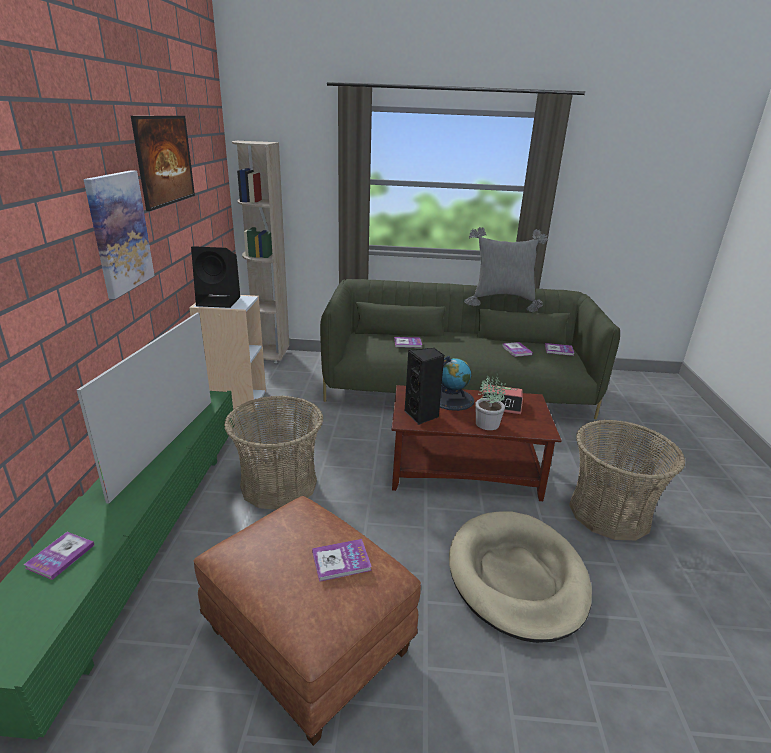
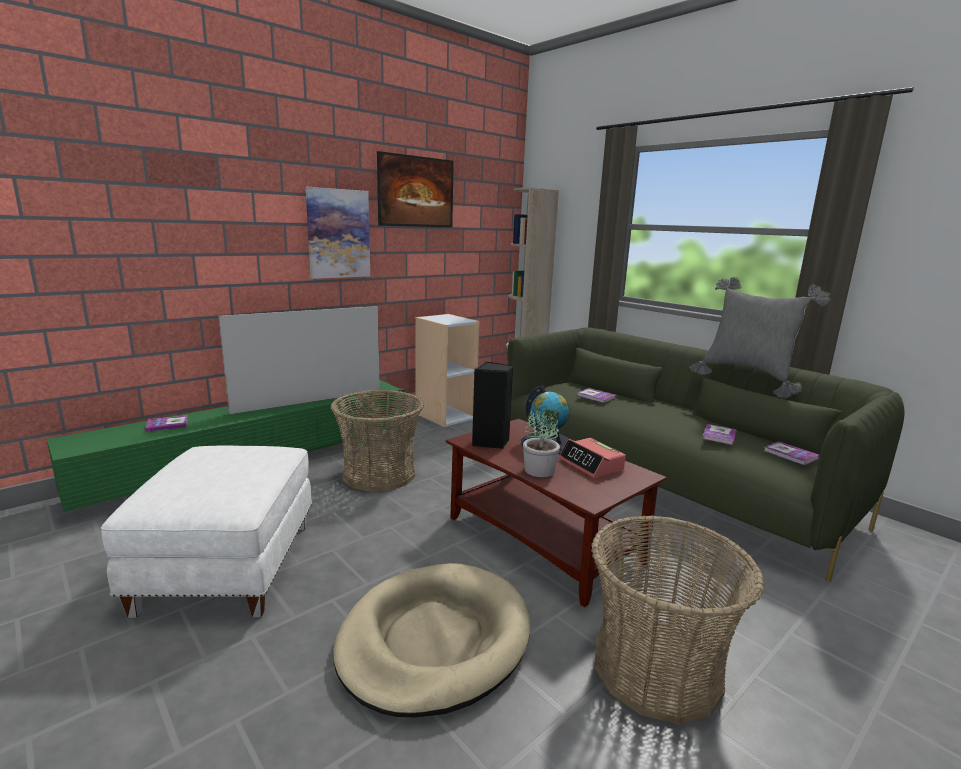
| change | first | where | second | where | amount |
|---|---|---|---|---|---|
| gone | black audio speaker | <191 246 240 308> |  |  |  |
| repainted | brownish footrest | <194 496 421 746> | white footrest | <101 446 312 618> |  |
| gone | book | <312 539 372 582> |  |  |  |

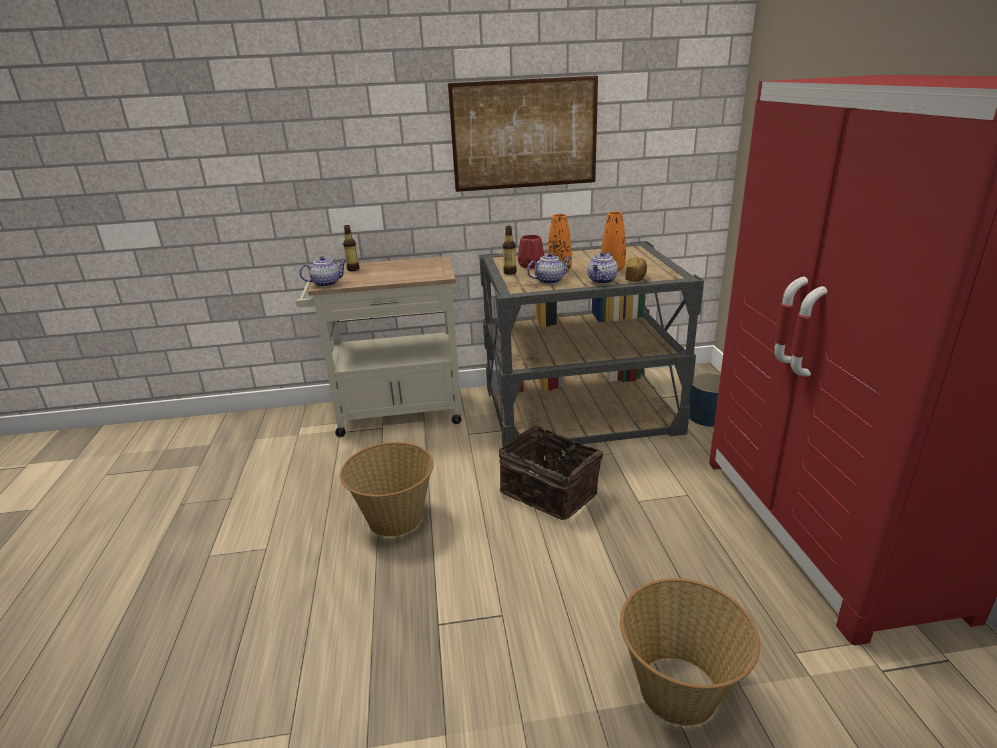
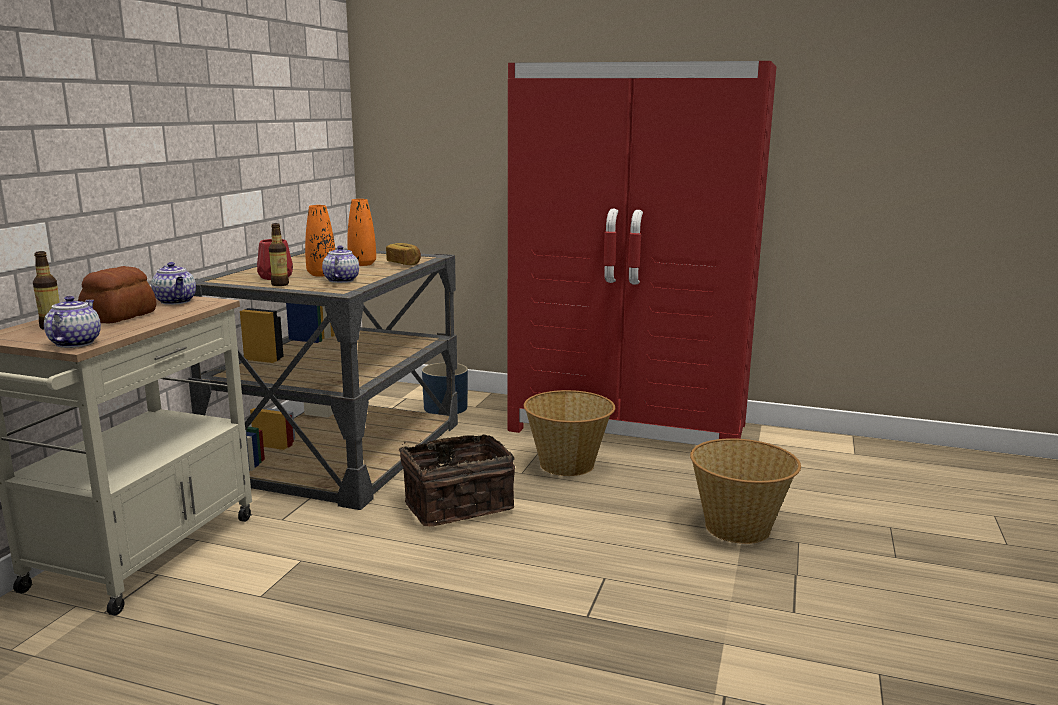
| change | first | where | second | where | amount |
|---|---|---|---|---|---|
| gone | wall picture | <448 76 598 192> |  |  |  |
| shifted | pot for tea | <587 252 618 284> |  | <151 262 196 305> |  |
| shifted | storage basket | <340 442 434 537> |  | <524 390 615 476> |  |
| new |  |  | bread | <78 266 156 323> |  |

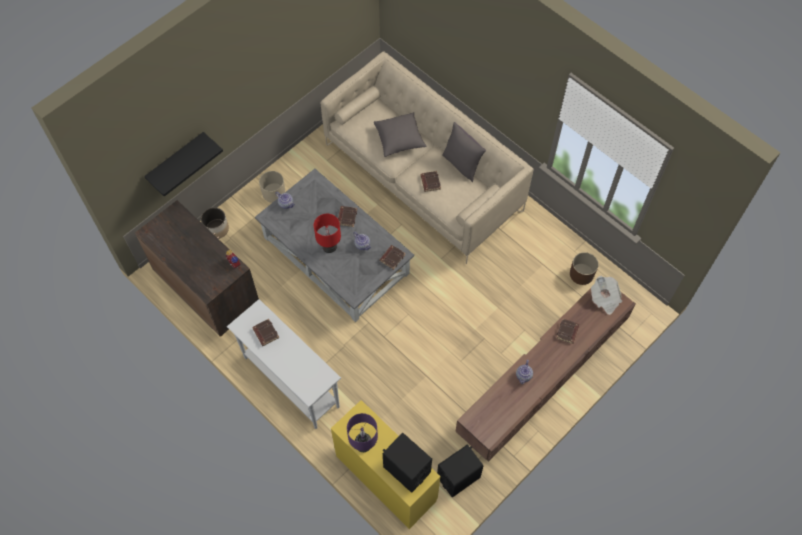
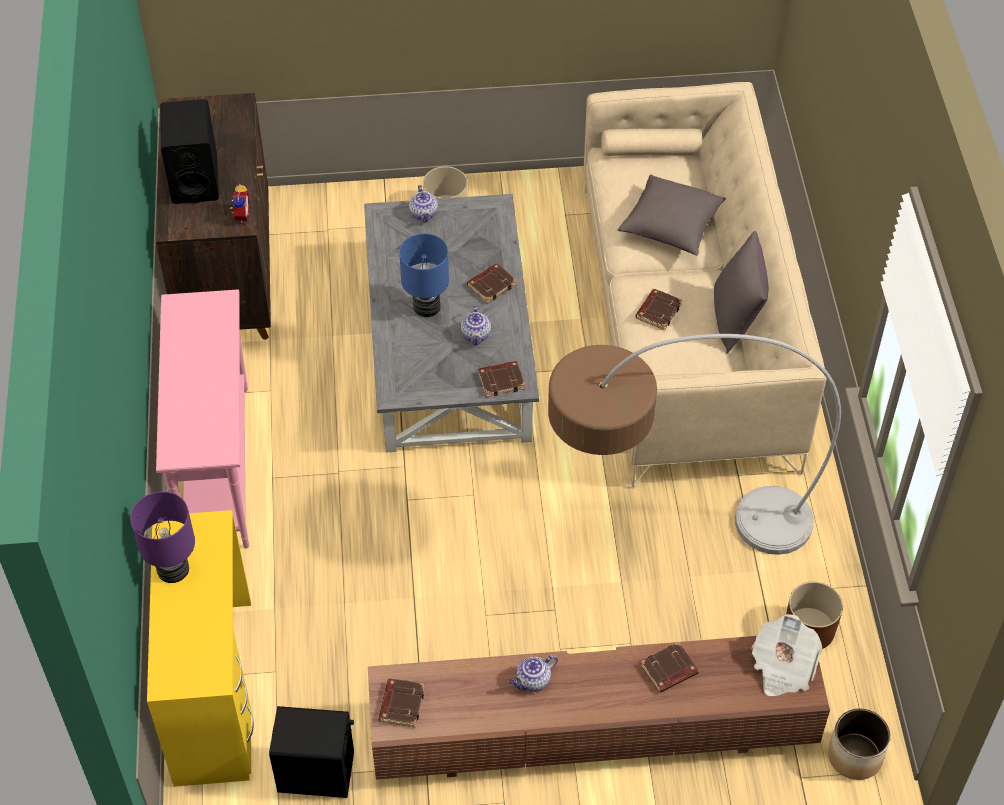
| change | first | where | second | where | amount |
|---|---|---|---|---|---|
| gone | black bracket shelf | <144 132 223 197> |  |  |  |
| shifted | flower pot | <201 208 229 239> |  | <828 709 891 780> |  |
| repainted | red tabletop lamp | <314 214 341 253> | bluish tabletop lamp | <399 233 449 317> |  |
| repainted | white console table | <227 299 341 429> | pink console table | <156 290 249 549> |  |
| shifted | brownish book | <252 319 279 346> |  | <378 679 425 727> |  |
| shifted | black audio speaker | <383 433 432 493> |  | <160 99 219 204> |  |
| new |  |  | floor lamp | <548 334 841 555> |  |

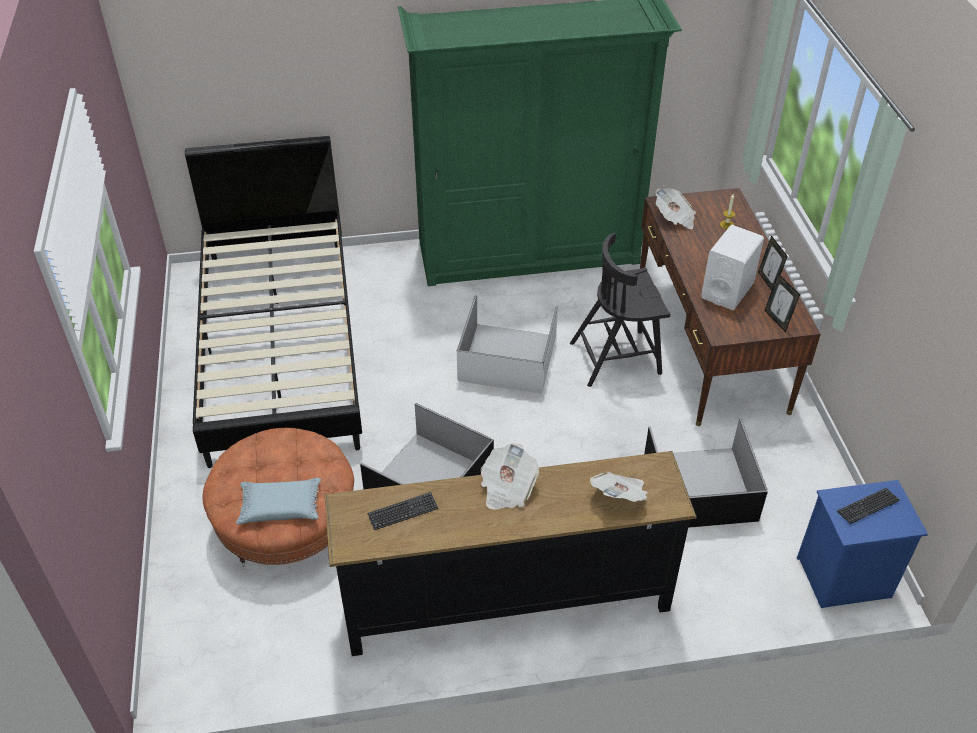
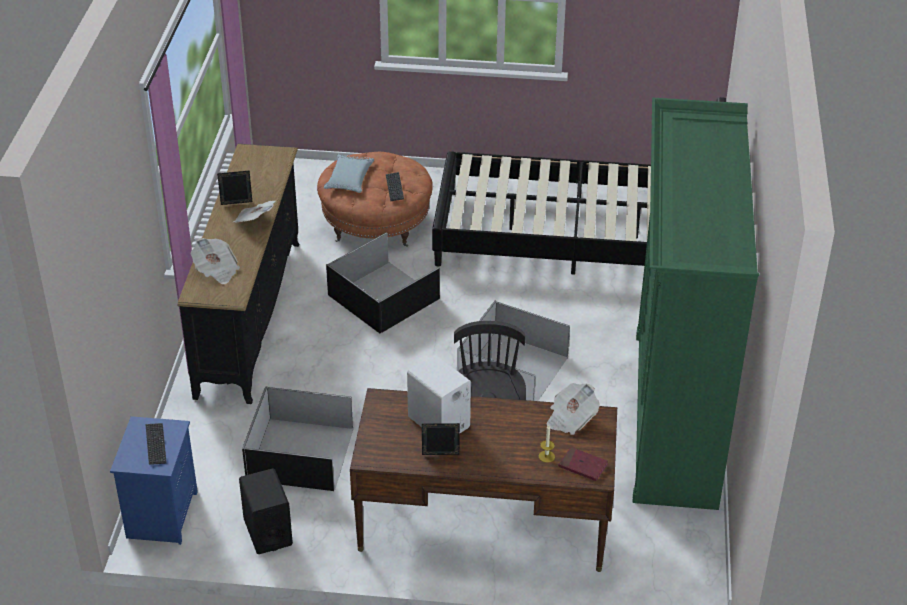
| change | first | where | second | where | amount |
|---|---|---|---|---|---|
| shifted | photo frame | <764 273 800 332> |  | <217 170 252 205> |  |
| shifted | keyboard | <367 492 438 530> |  | <386 172 404 201> |  |
| new |  |  | red book | <559 447 608 481> |  |
| new |  |  | black audio speaker | <239 468 293 554> |  |

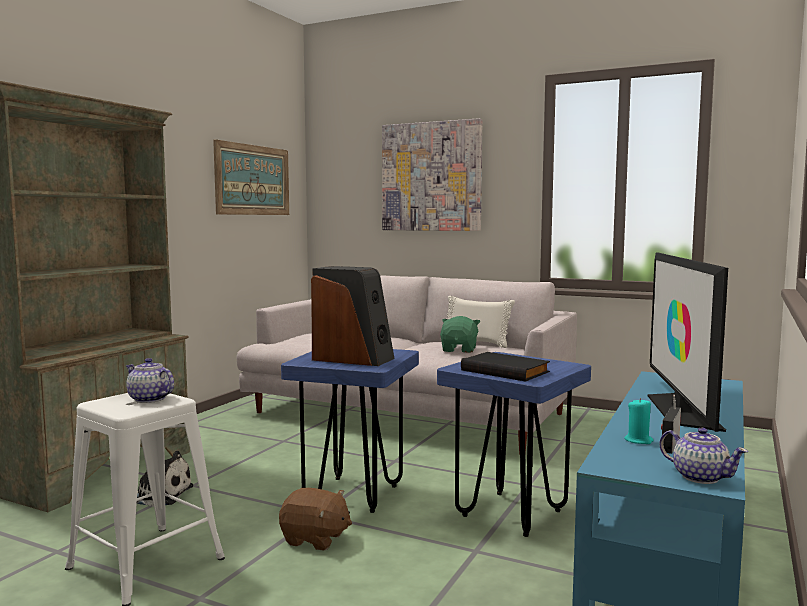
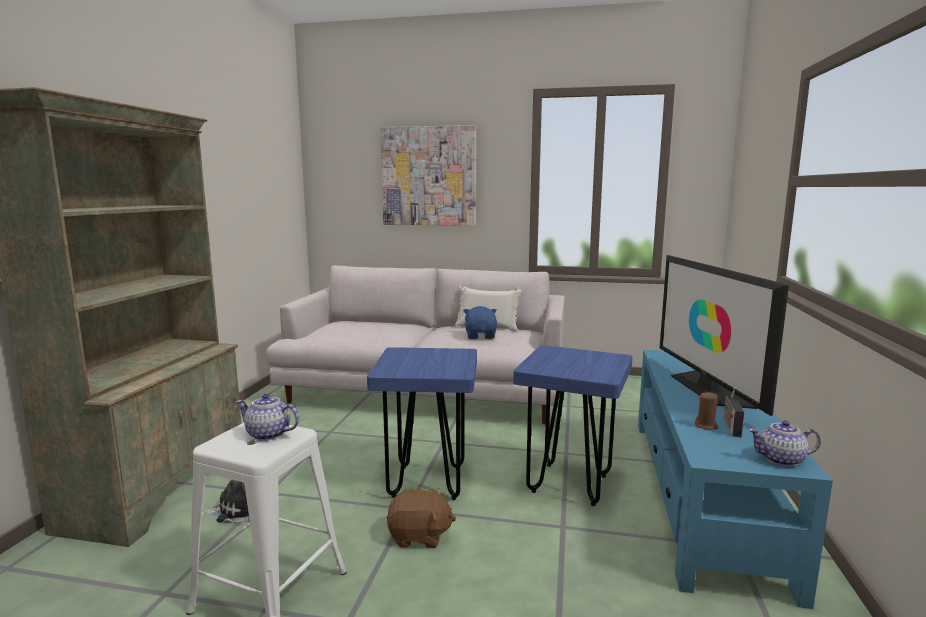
| change | first | where | second | where | amount |
|---|---|---|---|---|---|
| gone | wall picture | <213 139 289 215> |  |  |  |
| gone | audio speaker | <311 266 395 366> |  |  |  |
| repainted | green-coloured cuddly toy | <440 316 481 353> | bluish cuddly toy | <463 306 497 339> |  |
| gone | black book | <461 352 550 382> |  |  |  |
| repainted | turquoise candle | <624 398 654 444> | brownish candle | <695 392 718 430> |  |
| rotated | pot for tea | <659 427 748 484> |  | <749 420 821 467> | 150 degrees clockwise |

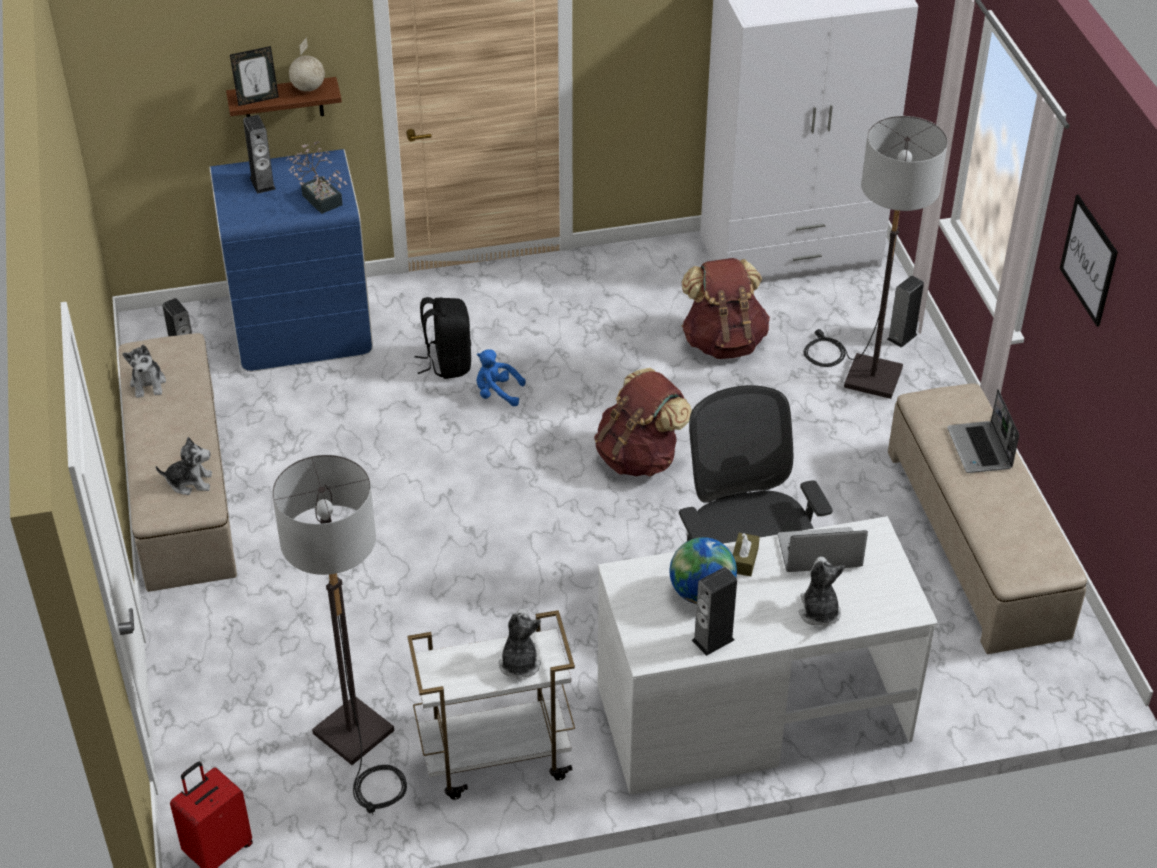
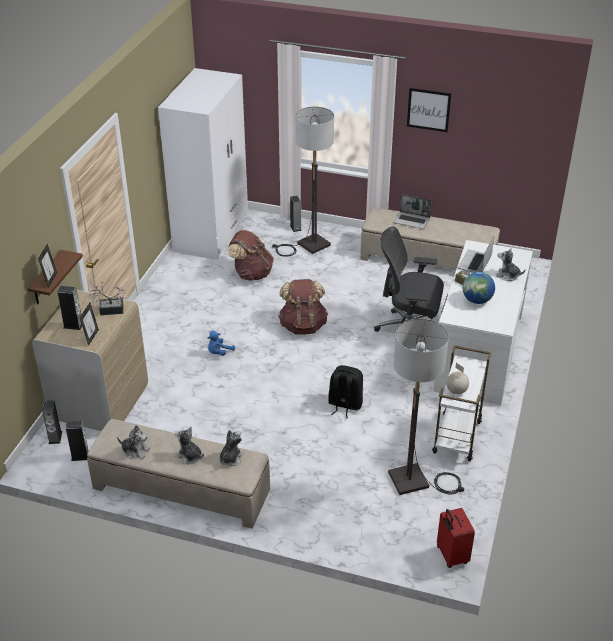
| change | first | where | second | where | amount |
|---|---|---|---|---|---|
| shifted | desk globe | <289 37 325 92> |  | <446 363 469 394> |  |
| repainted | bluish dresser | <209 149 373 372> | beige dresser | <32 290 148 431> |  |
| shifted | black knapsack | <415 297 471 379> |  | <328 365 363 418> |  |
| shifted | audio speaker | <692 567 737 656> |  | <42 400 62 444> |  |
| shifted | cuddly toy | <498 608 541 679> |  | <175 426 204 464> |  |
| new |  |  | photo frame | <80 303 99 346> |  |

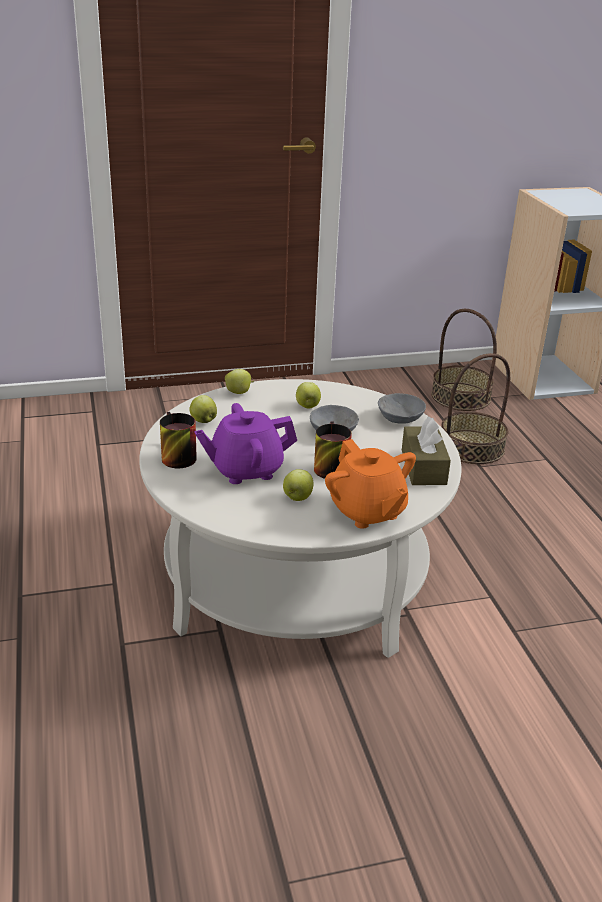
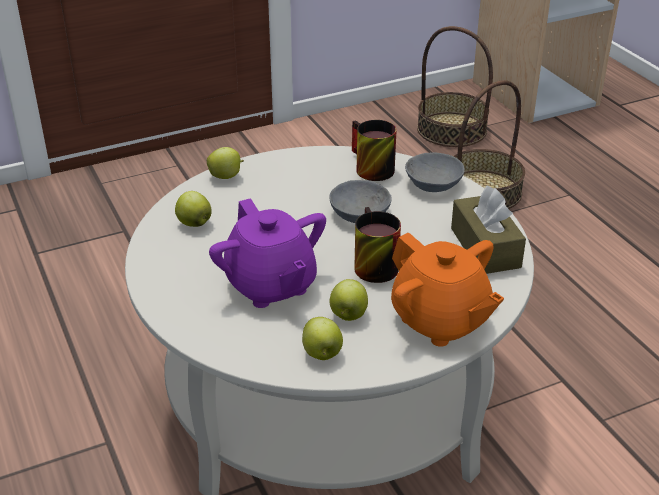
| change | first | where | second | where | amount |
|---|---|---|---|---|---|
| shifted | whole apple | <296 382 321 408> |  | <302 317 343 360> |  |
| rotated | purplish pot for tea | <194 403 297 484> |  | <209 198 326 308> | 90 degrees counterclockwise |
| shifted | tea mug | <160 412 197 469> |  | <352 120 397 181> |  |

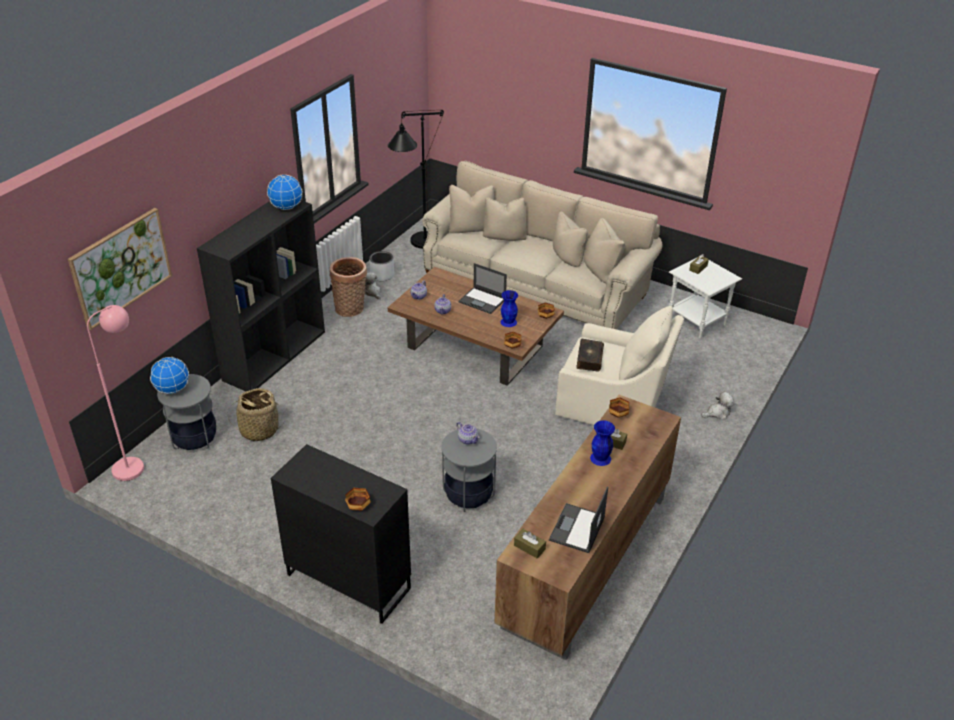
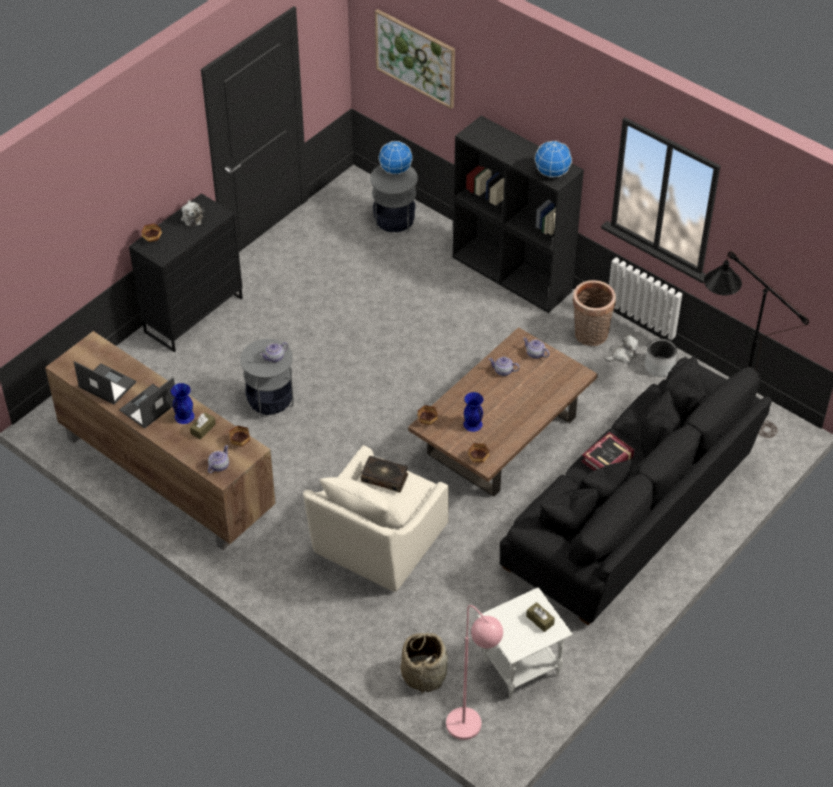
| change | first | where | second | where | amount |
|---|---|---|---|---|---|
| repainted | beige sofa | <422 161 662 330> | black sofa | <500 356 772 625> |  |
| shifted | notebook computer | <458 263 507 314> |  | <119 377 175 429> |  |
| shifted | pink floor lamp | <87 305 144 481> |  | <446 605 503 740> |  |
| shifted | storage basket | <228 388 283 441> |  | <401 630 448 693> |  |
| shifted | cuddly toy | <701 391 734 420> |  | <181 200 205 227> |  |
| gone | brownish tissue box | <514 529 546 559> |  |  |  |
| new |  |  | book | <581 432 634 471> |  |
| new |  |  | pot for tea | <208 445 229 473> |  |

